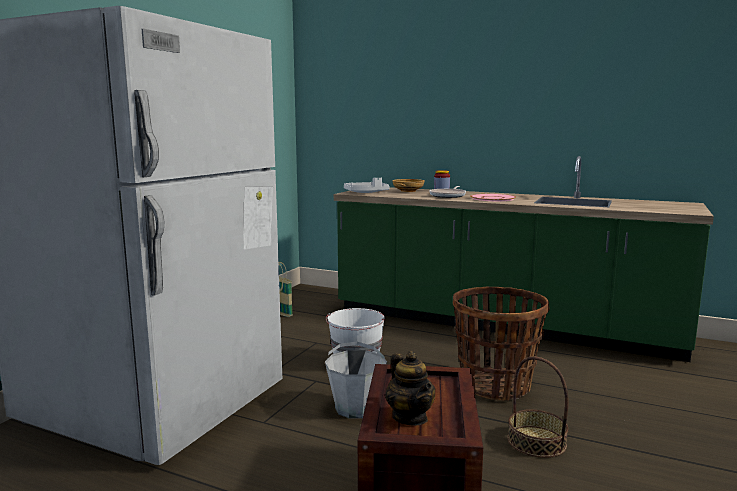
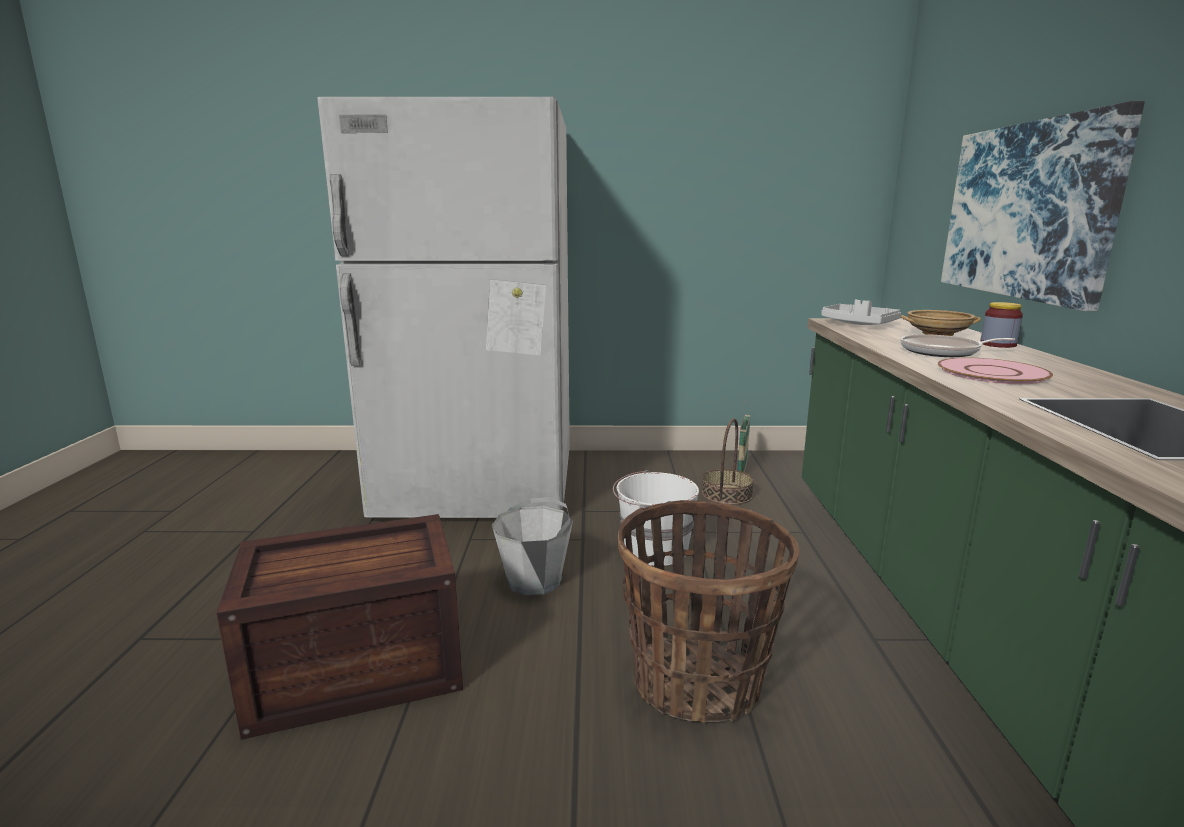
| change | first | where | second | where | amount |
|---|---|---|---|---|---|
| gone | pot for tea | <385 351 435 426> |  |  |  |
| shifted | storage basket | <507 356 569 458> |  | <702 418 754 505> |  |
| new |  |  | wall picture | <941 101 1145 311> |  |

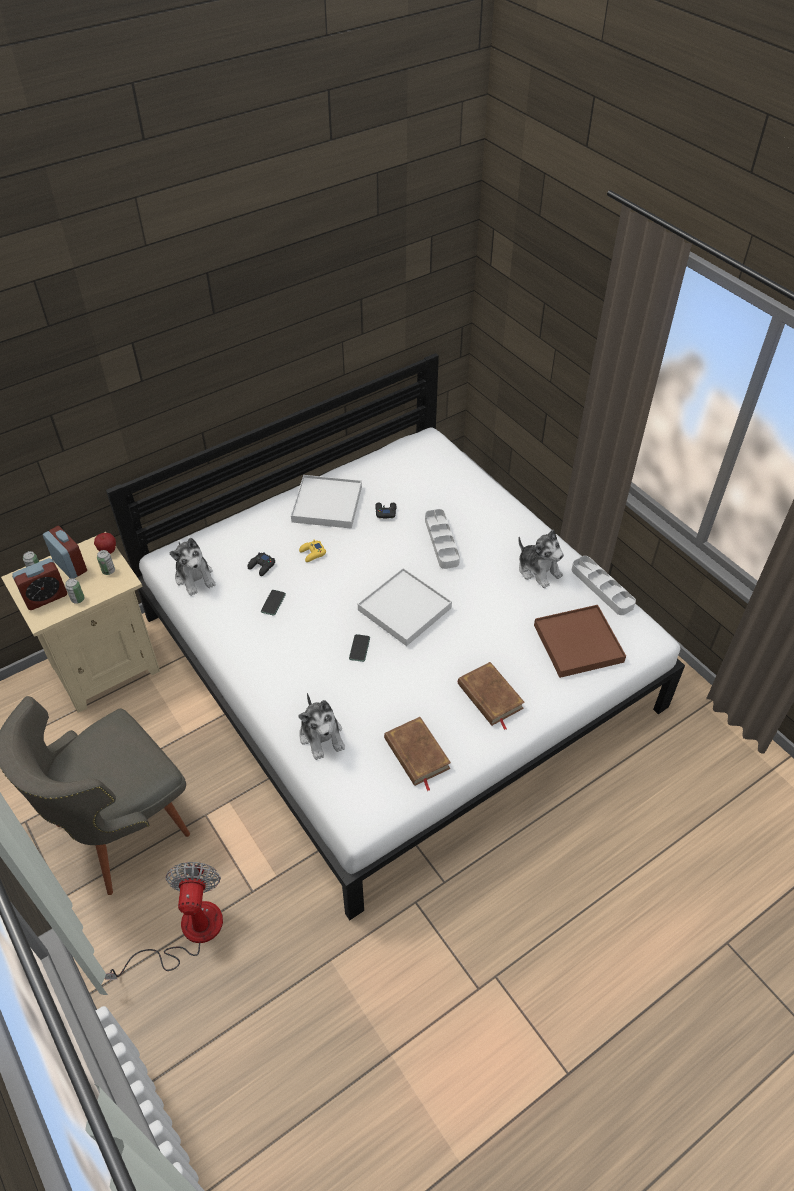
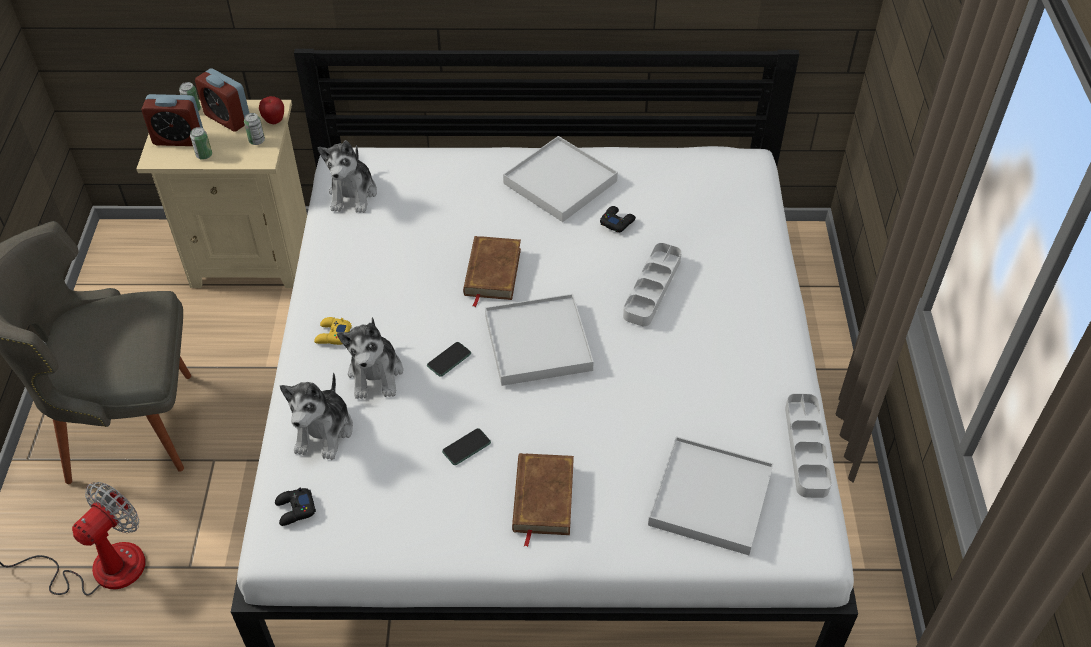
| change | first | where | second | where | amount |
|---|---|---|---|---|---|
| rotated | table clock | <43 526 87 579> |  | <195 68 249 132> | 135 degrees clockwise |
| shifted | cuddly toy | <518 530 564 588> |  | <337 317 403 399> |  |
| shifted | yellow-coloured joypad | <299 539 326 562> |  | <314 317 352 345> |  |
| shifted | black joypad | <247 552 275 576> |  | <275 488 316 526> |  |
| shifted | handset | <261 590 286 616> |  | <442 428 491 465> |  |
| repainted | brownish tray | <534 605 626 678> | white tray | <648 436 774 555> |  |
| shifted | brownish book | <384 717 451 791> |  | <463 236 521 307> |  |

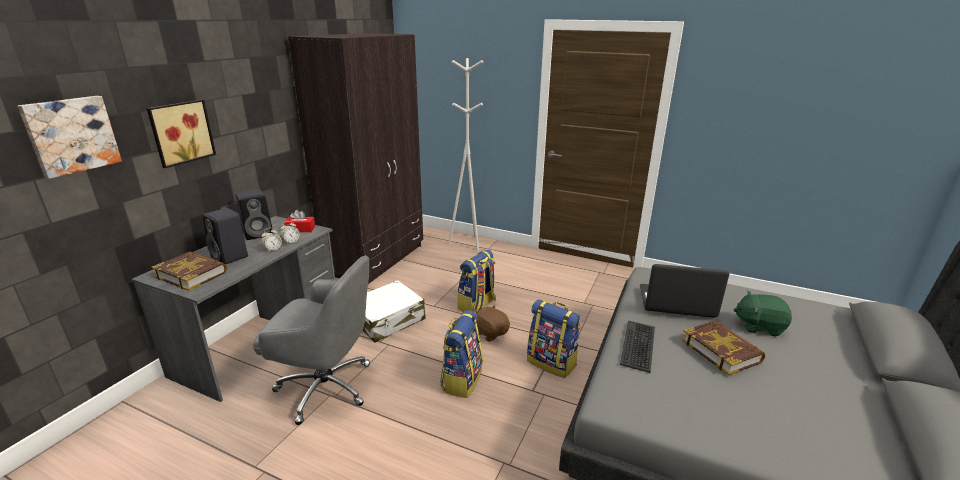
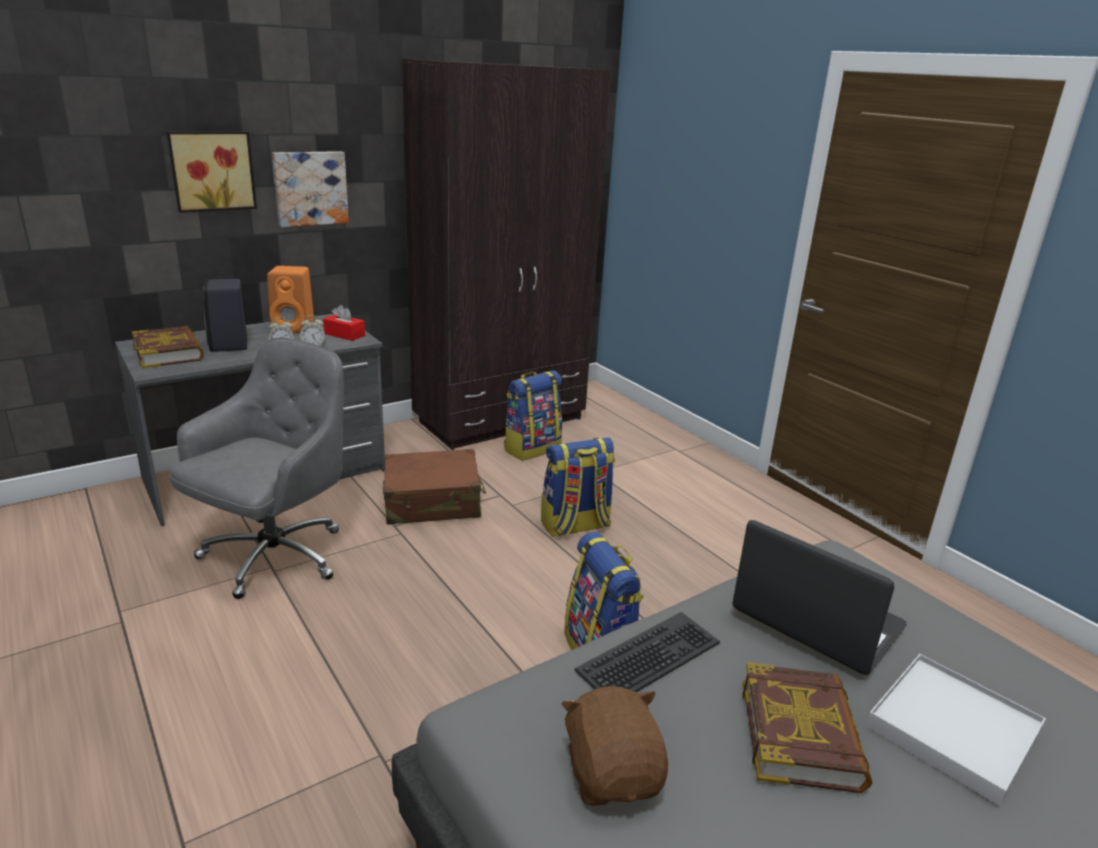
| change | first | where | second | where | amount |
|---|---|---|---|---|---|
| gone | gray clothes rack | <448 58 483 250> |  |  |  |
| shifted | wall picture | <18 96 122 179> |  | <272 151 349 227> |  |
| repainted | black audio speaker | <236 189 273 240> | orange audio speaker | <267 266 314 333> |  |
| rotated | gray office chair | <252 255 370 425> |  | <169 338 344 599> | 105 degrees counterclockwise |
| repainted | white piece of luggage | <363 280 426 342> | brownish piece of luggage | <383 449 486 525> |  |
| swapped | green-coloured cuddly toy | <734 291 792 336> | white tray | <866 654 1046 806> |  |
| shifted | brownish cuddly toy | <476 305 510 342> |  | <561 686 668 806> |  |
| shifted | knapsack | <440 310 483 398> |  | <504 370 562 461> |  |

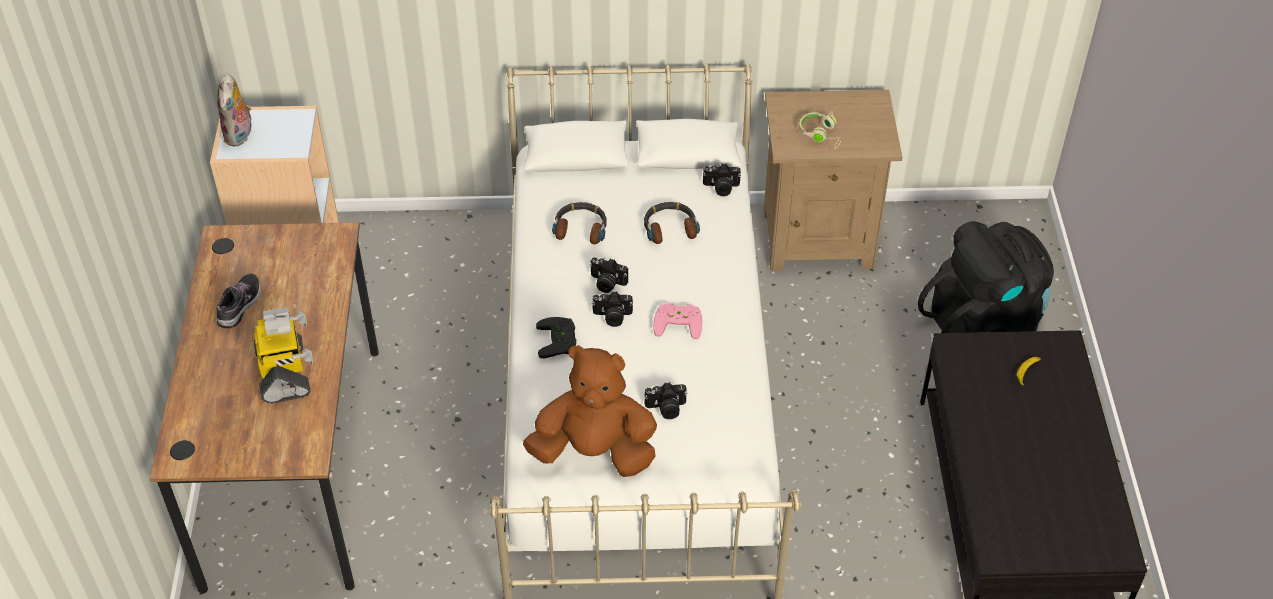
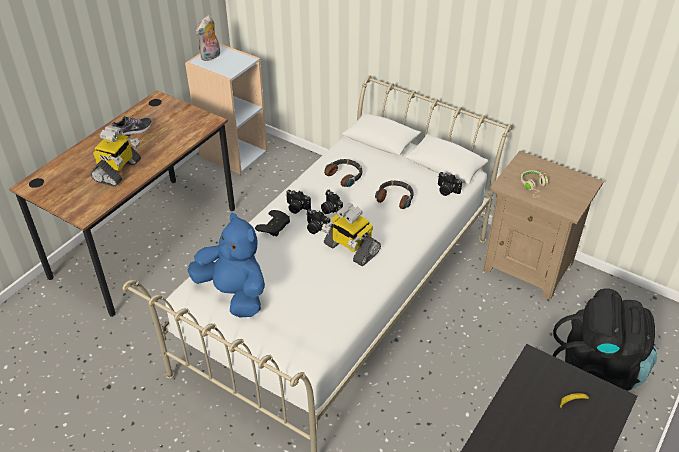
| change | first | where | second | where | amount |
|---|---|---|---|---|---|
| swapped | pink joypad | <653 303 702 339> | toy robot | <322 203 381 266> |  |
| repainted | brownish cuddly toy | <523 345 657 477> | bluish cuddly toy | <188 213 265 318> |  |
| shifted | photo camera | <644 382 687 419> |  | <286 190 311 214> |  |

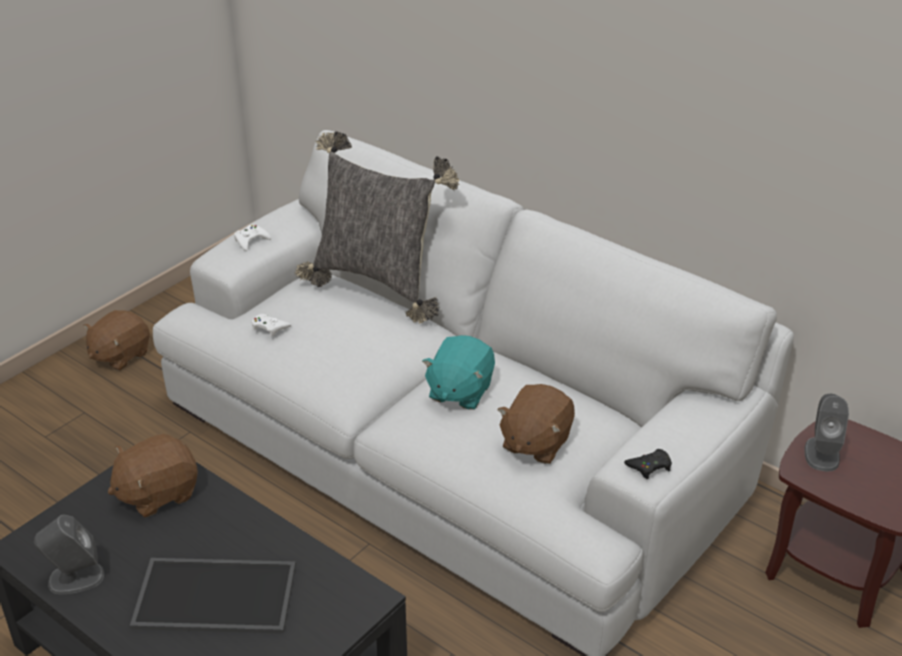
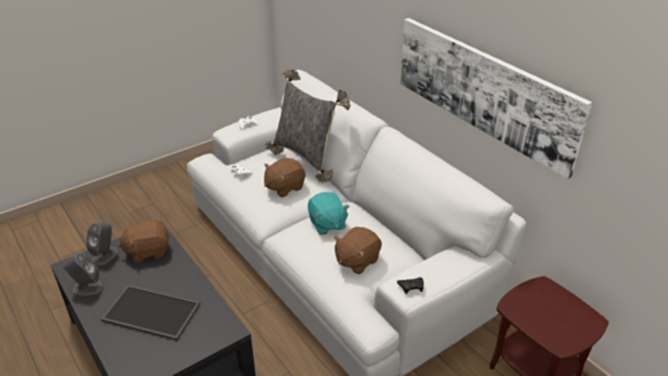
| change | first | where | second | where | amount |
|---|---|---|---|---|---|
| shifted | brownish cuddly toy | <83 310 150 371> |  | <264 158 305 197> |  |
| rotated | turquoise cuddly toy | <422 335 495 410> |  | <308 192 350 235> | 60 degrees counterclockwise |
| shifted | gray audio speaker | <805 394 849 471> |  | <86 222 119 266> |  |
| new |  |  | wall picture | <400 18 592 179> |  |

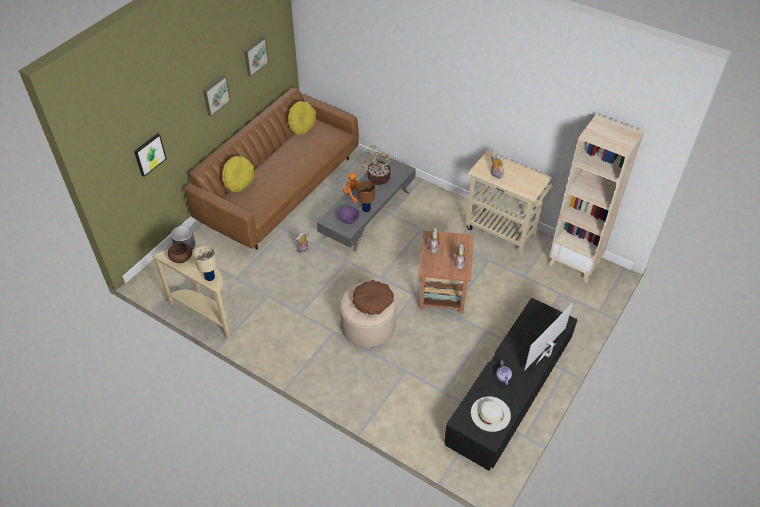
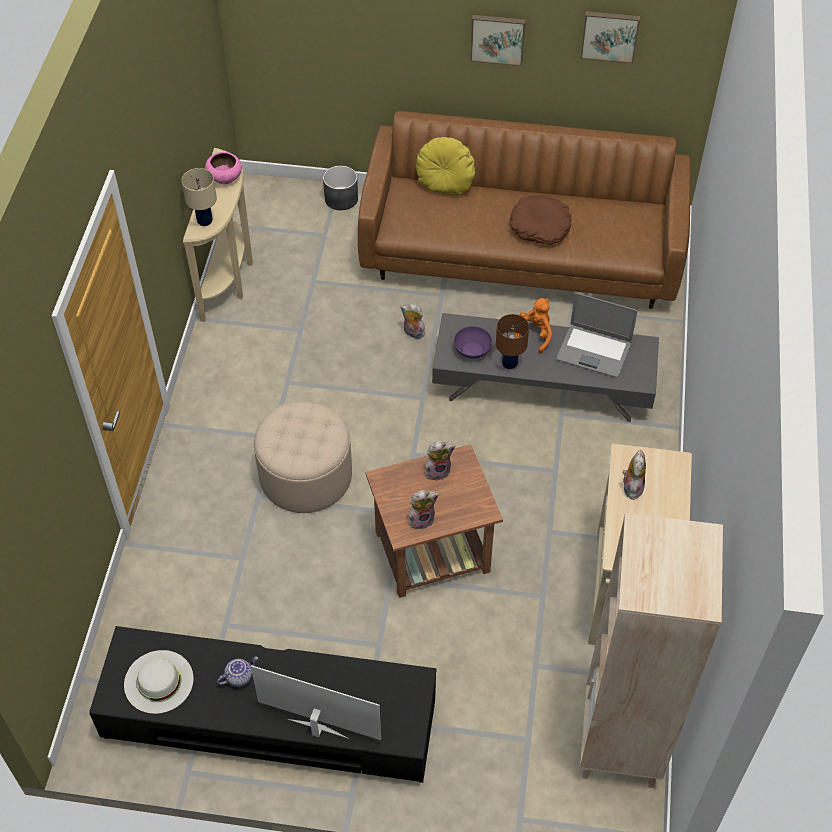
| change | first | where | second | where | amount |
|---|---|---|---|---|---|
| gone | yellow-coloured throw pillow | <288 101 316 135> |  |  |  |
| gone | wall picture | <134 133 167 177> |  |  |  |
| swapped | plant in a pot | <362 145 391 185> | notebook computer | <557 293 637 377> |  |
| repainted | brownish deep dish | <168 243 192 263> | pink deep dish | <205 152 242 184> |  |
| shifted | brownish throw pillow | <353 280 394 315> |  | <510 195 572 245> |  |

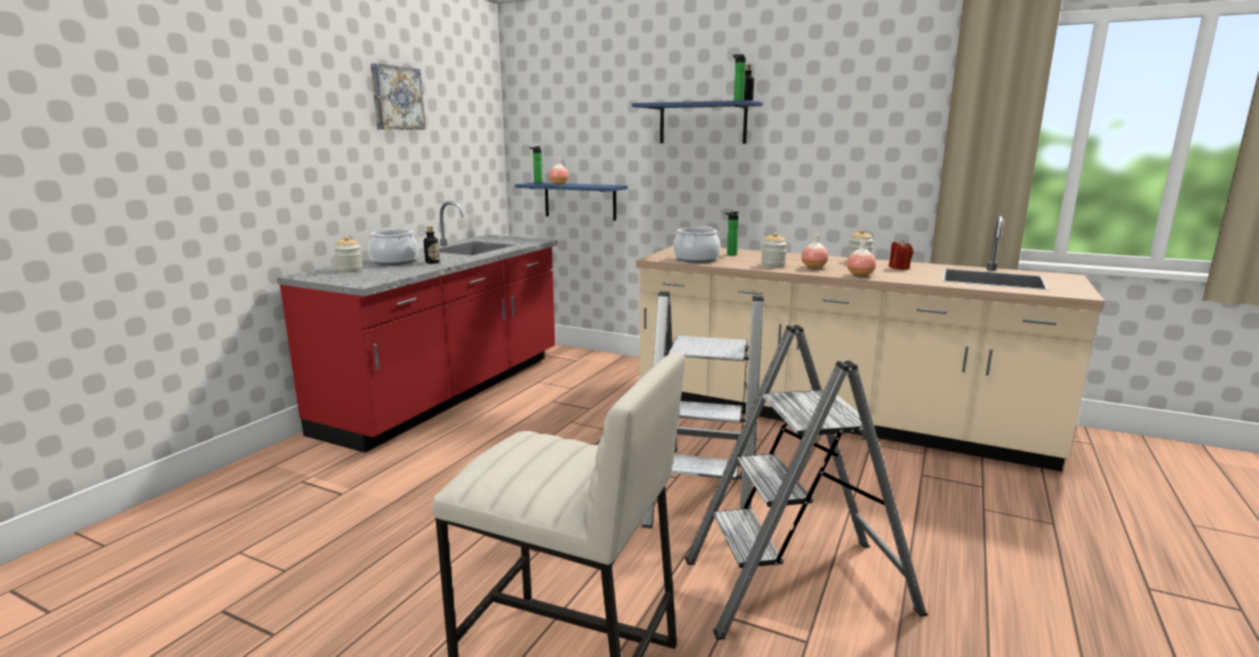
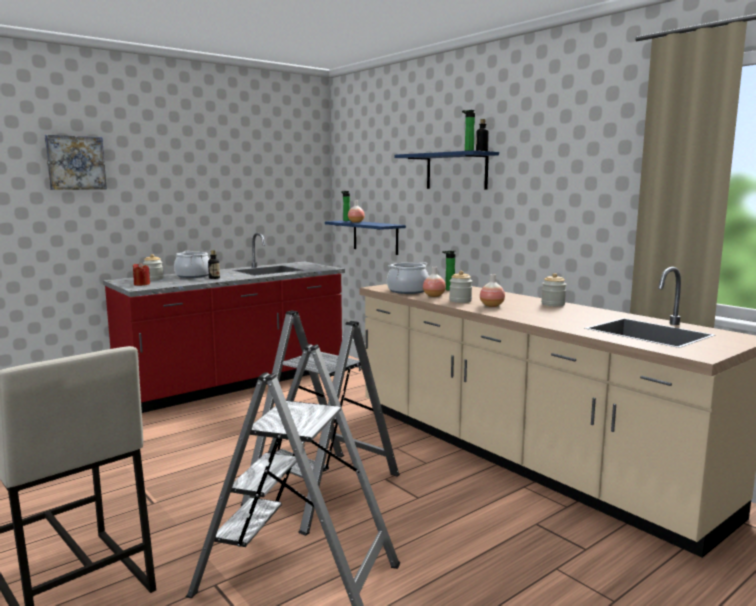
| change | first | where | second | where | amount |
|---|---|---|---|---|---|
| shifted | wall picture | <371 63 426 130> |  | <44 135 107 190> |  |
| shifted | flower vase | <847 240 876 277> |  | <423 267 446 297> |  |
| shifted | red candle | <889 240 913 270> |  | <133 263 150 286> |  |

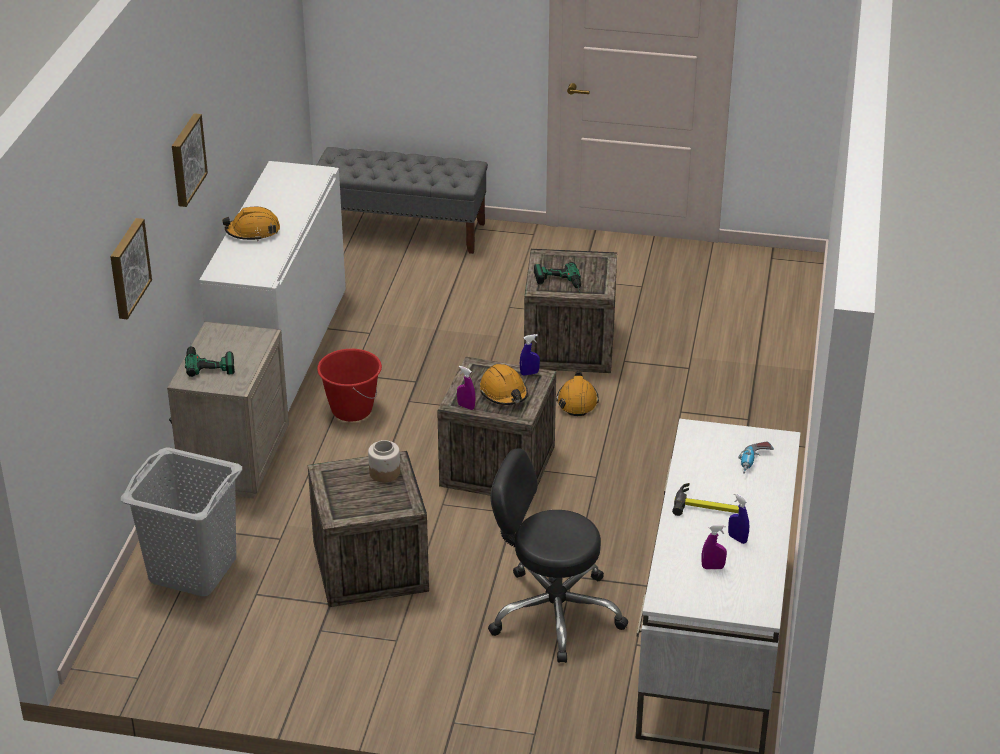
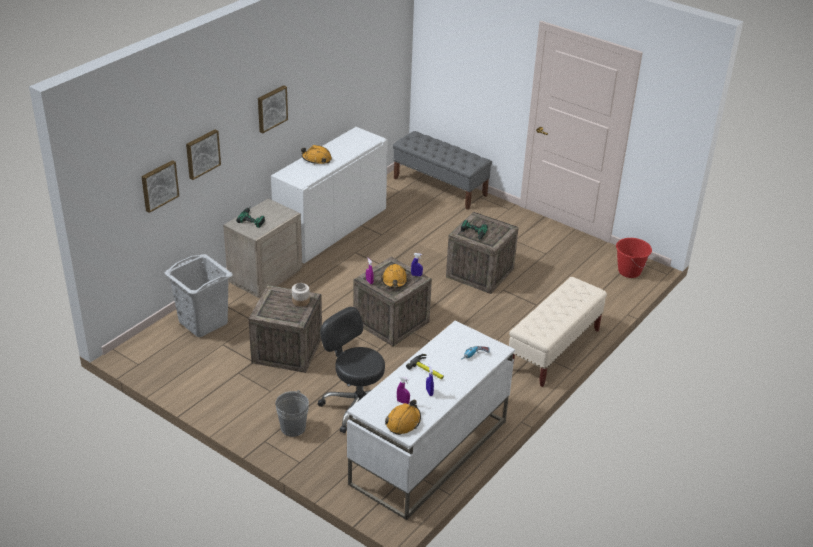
| change | first | where | second | where | amount |
|---|---|---|---|---|---|
| shifted | red water bucket | <317 349 382 422> |  | <616 238 652 278> |  |
| shifted | orange safety helmet | <556 371 599 416> |  | <385 400 421 435> |  |
| new |  |  | wall picture | <141 160 179 213> |  |
| new |  |  | beige indoor bench | <509 277 607 387> |  |
| new |  |  | gray water bucket | <275 390 309 437> |  |

